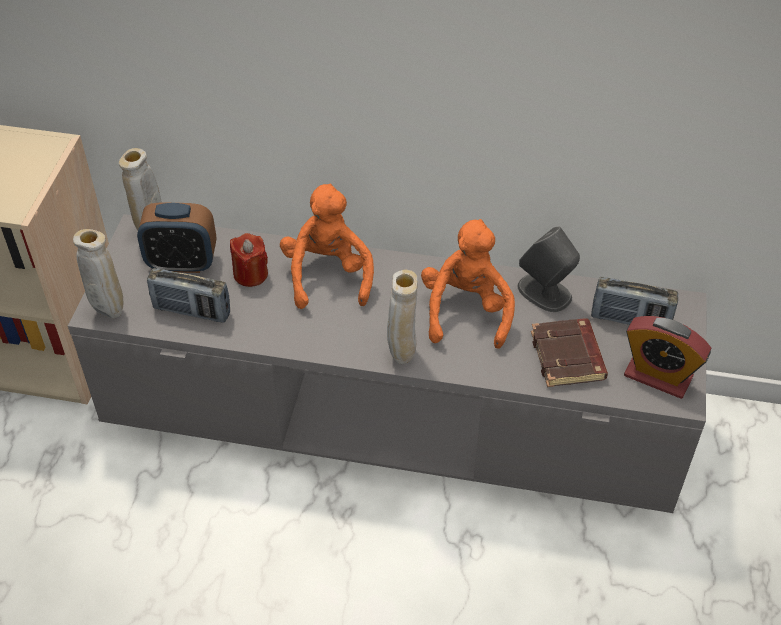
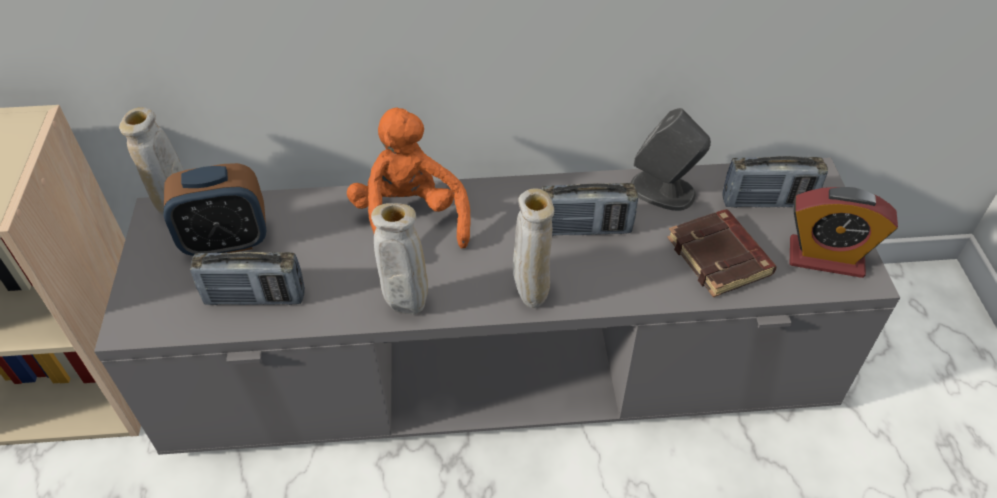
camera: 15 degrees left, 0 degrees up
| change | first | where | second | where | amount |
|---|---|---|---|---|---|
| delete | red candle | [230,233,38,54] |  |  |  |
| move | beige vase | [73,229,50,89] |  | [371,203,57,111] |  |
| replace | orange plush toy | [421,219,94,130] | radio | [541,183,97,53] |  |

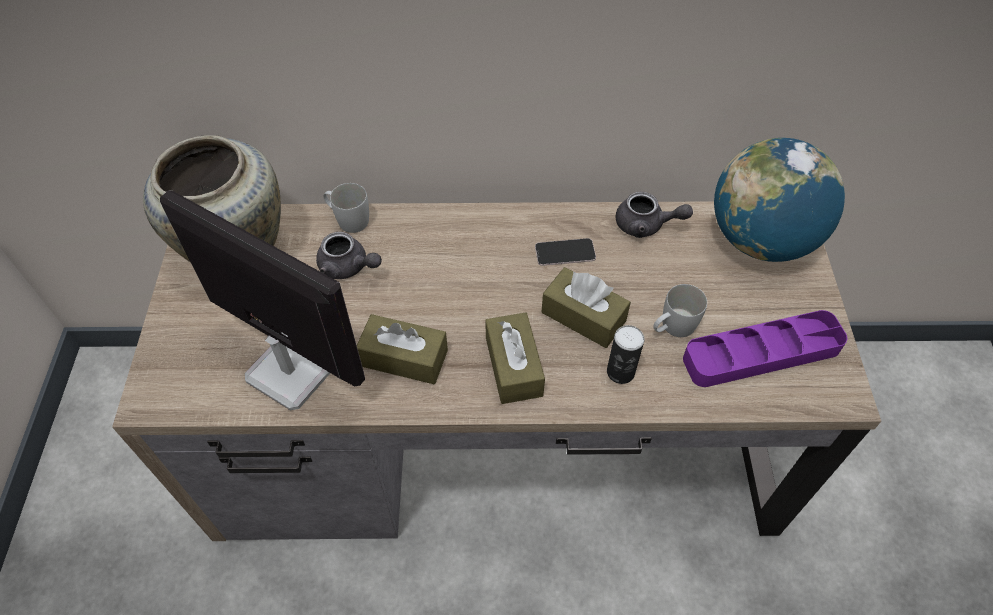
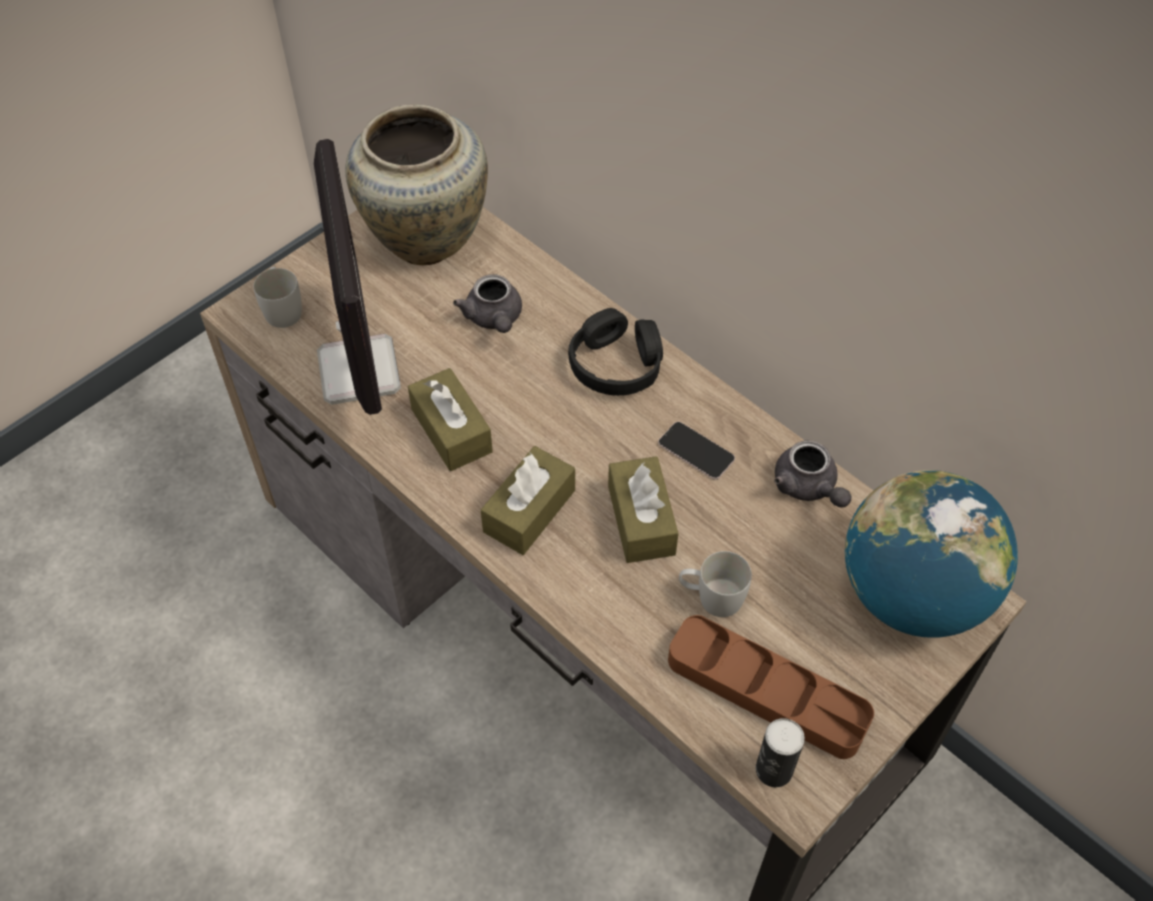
camera: 45 degrees right, 0 degrees up
| change | first | where | second | where | amount |
|---|---|---|---|---|---|
| insert |  |  | black headphones | [568,308,95,88] |  |
| move | white mug | [323,183,46,50] |  | [254,267,48,61] |  |
| move | can | [607,325,37,59] |  | [756,718,49,69] |  |
| recolor | purple tray | [683,310,164,77] | brown tray | [668,615,206,144] |  |

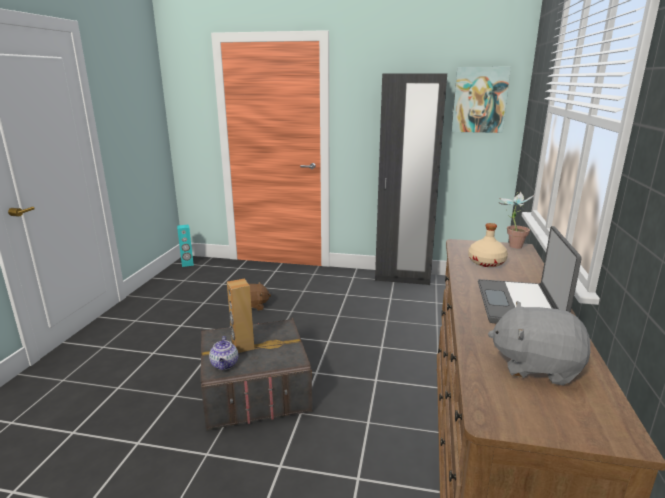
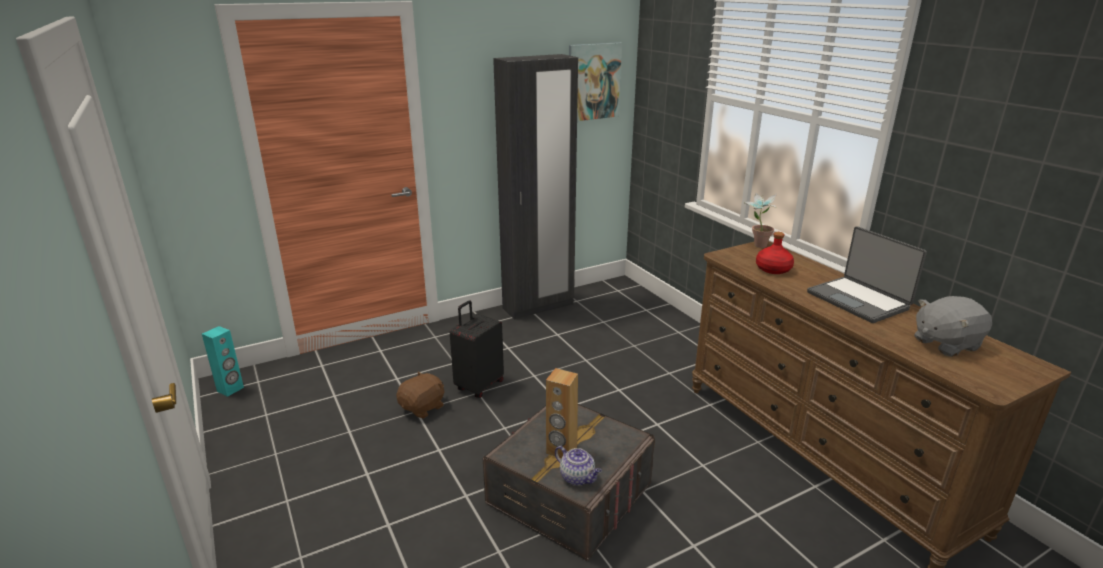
camera: 40 degrees left, 5 degrees up
| change | first | where | second | where | amount |
|---|---|---|---|---|---|
| insert |  |  | black suitcase | [450,301,54,97] |  |
| recolor | beige bottle | [468,223,40,44] | red bottle | [756,232,38,42] |  |

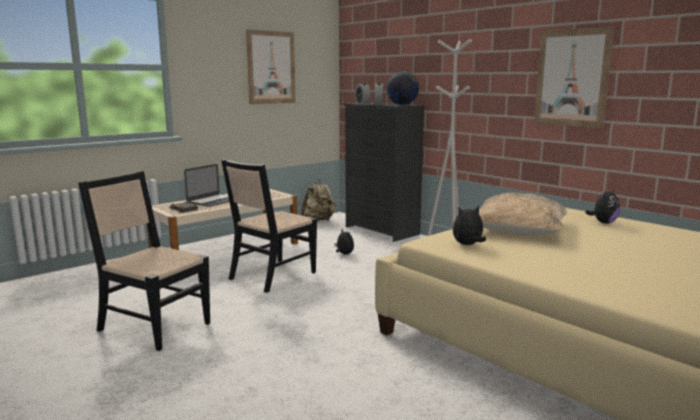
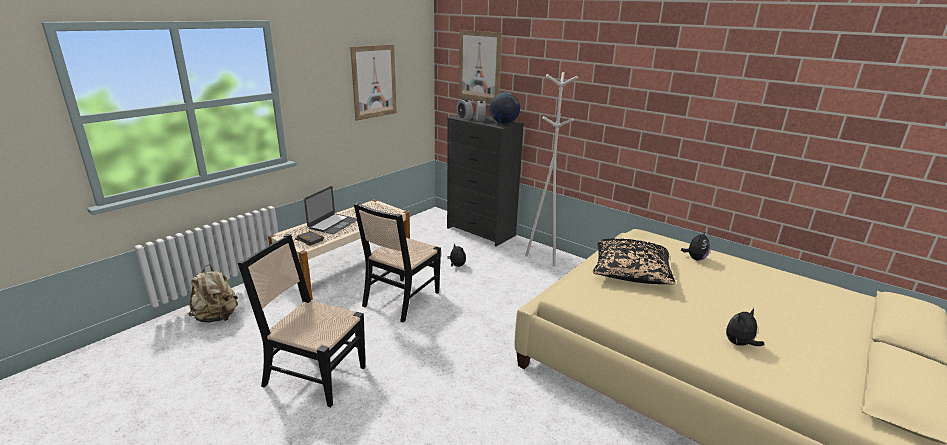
camera: 10 degrees left, 10 degrees up
| change | first | where | second | where | amount |
|---|---|---|---|---|---|
| move | beige backpack | [301,179,35,43] |  | [188,264,50,59] |  |
| move | plush toy | [453,205,33,40] |  | [726,308,38,38] |  |
| move | picture | [534,27,80,101] |  | [459,30,43,73] |  |
| recolor | beige pillow | [479,192,88,44] | black pillow | [593,238,83,46] |  |

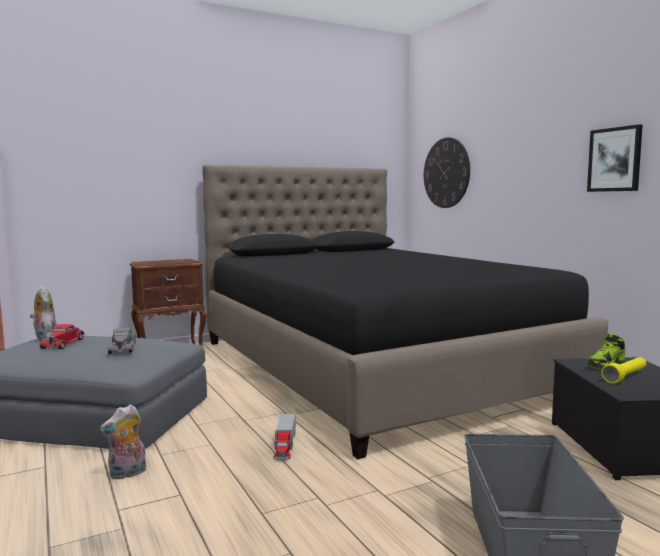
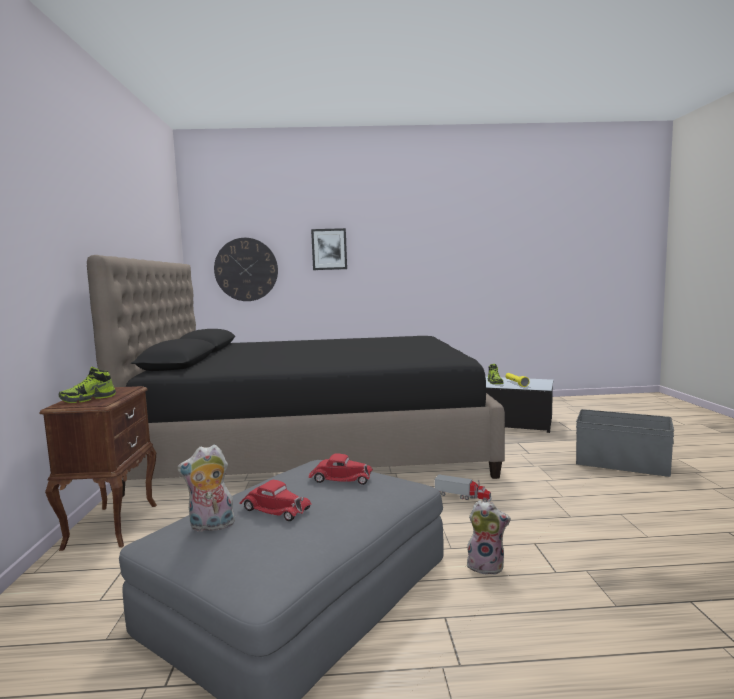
camera: 65 degrees left, 0 degrees up
| change | first | where | second | where | amount |
|---|---|---|---|---|---|
| insert |  |  | shoe | [59,367,57,36] |  |
| move | picture | [587,124,56,68] |  | [311,228,36,42] |  |
| recolor | grey toy car | [108,327,28,27] | red toy car | [308,454,65,31] |  |
| rotate | plush toy | [100,404,46,76] |  | [464,500,47,75] | 60 degrees counterclockwise |

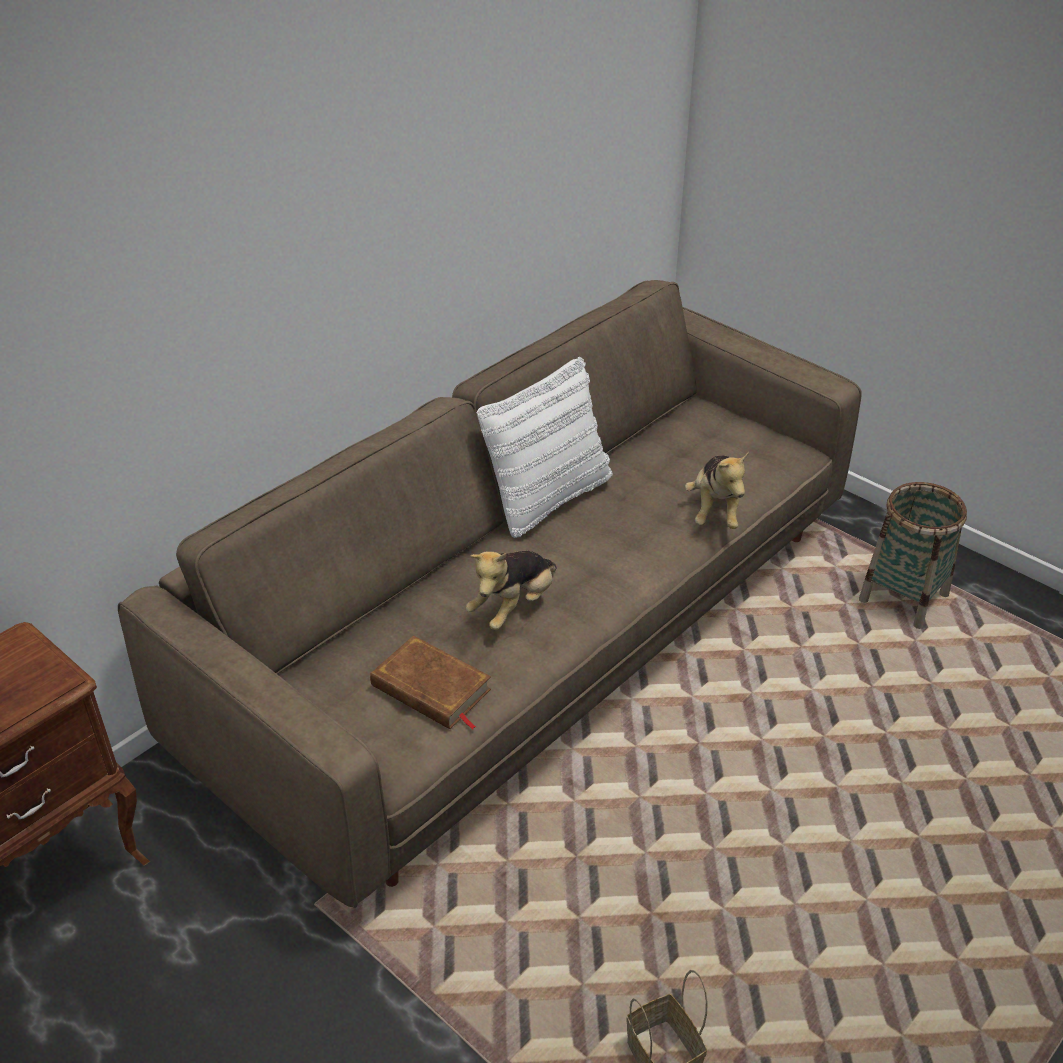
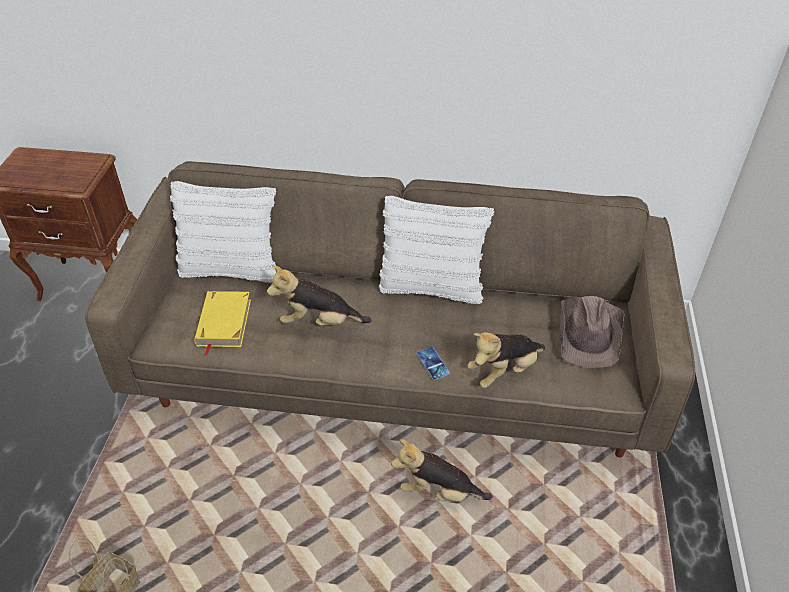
camera: 55 degrees right, 5 degrees up
| change | first | where | second | where | amount |
|---|---|---|---|---|---|
| delete | basket | [859,482,108,147] |  |  |  |
| insert |  |  | white pillow | [170,181,106,102] |  |
| insert |  |  | plush toy | [391,439,101,63] |  |
| insert |  |  | phone | [416,347,34,33] |  |
| insert |  |  | brown hat | [560,296,65,71] |  |
| recolor | brown book | [370,635,121,94] | yellow book | [194,291,57,65] |  |

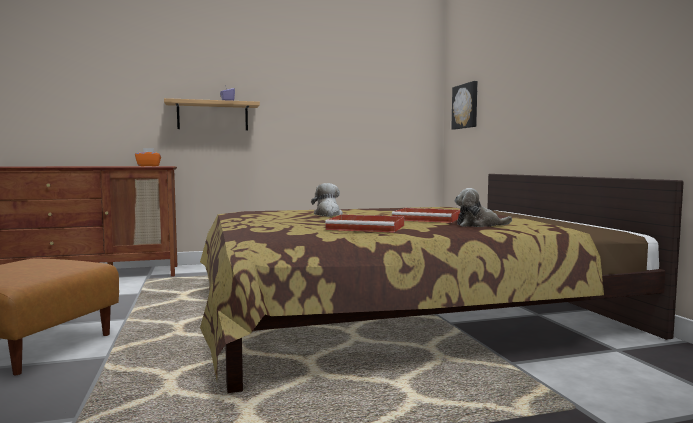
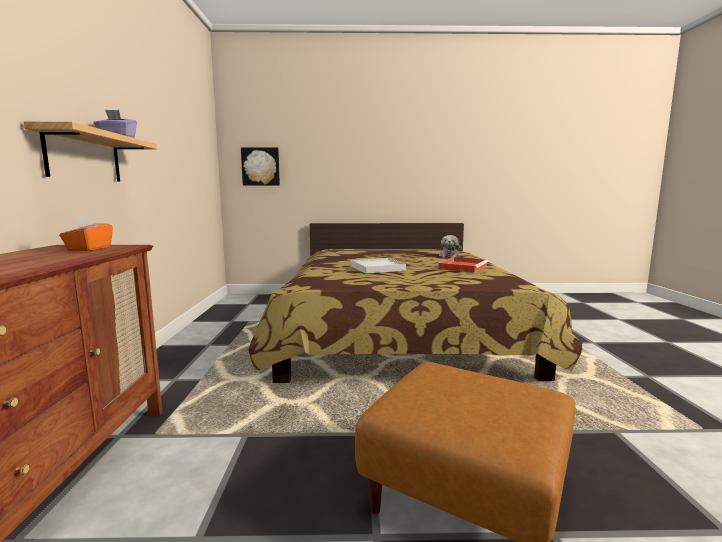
camera: 75 degrees left, 5 degrees up
| change | first | where | second | where | amount |
|---|---|---|---|---|---|
| delete | red tray | [392,208,69,15] |  |  |  |
| replace | plush toy | [311,183,32,34] | white tray | [351,258,55,16] |  |

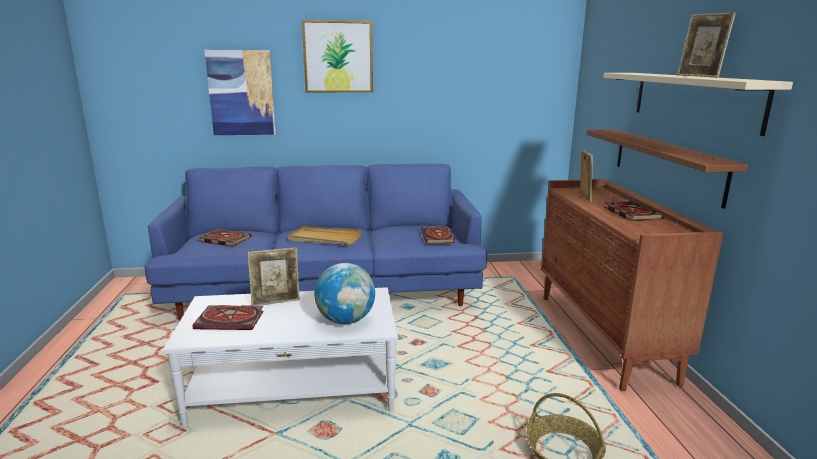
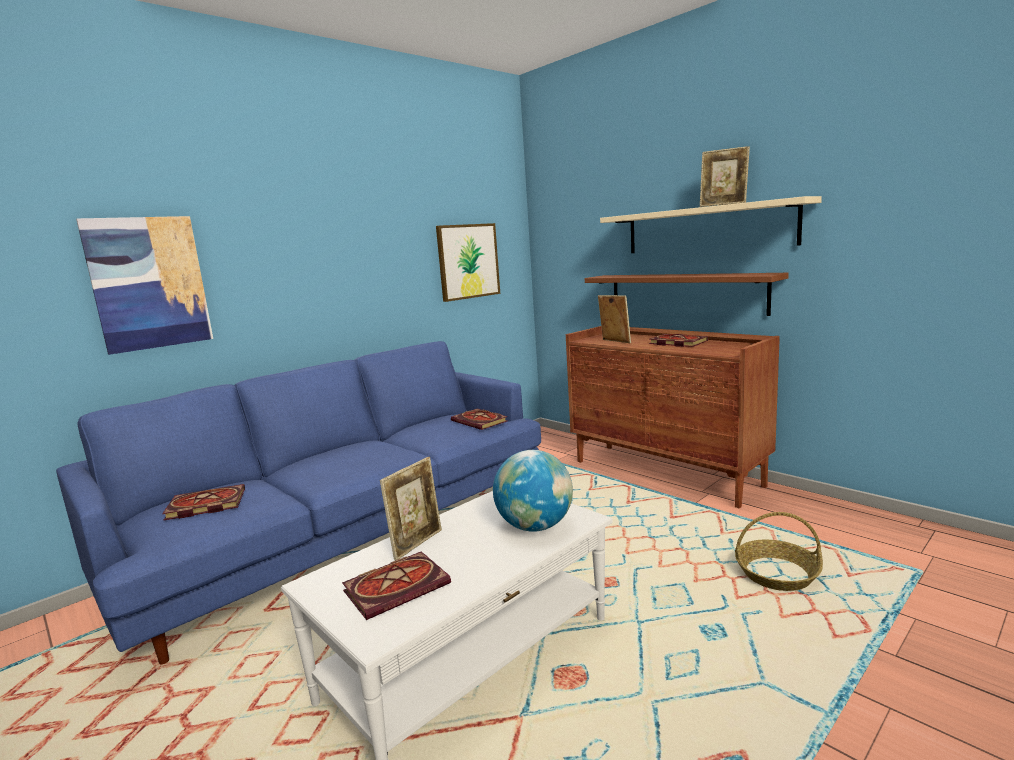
camera: 35 degrees left, 5 degrees down
| change | first | where | second | where | amount |
|---|---|---|---|---|---|
| delete | beige tray | [288,226,73,19] |  |  |  |
| move | picture | [302,20,71,72] |  | [436,223,64,79] |  |

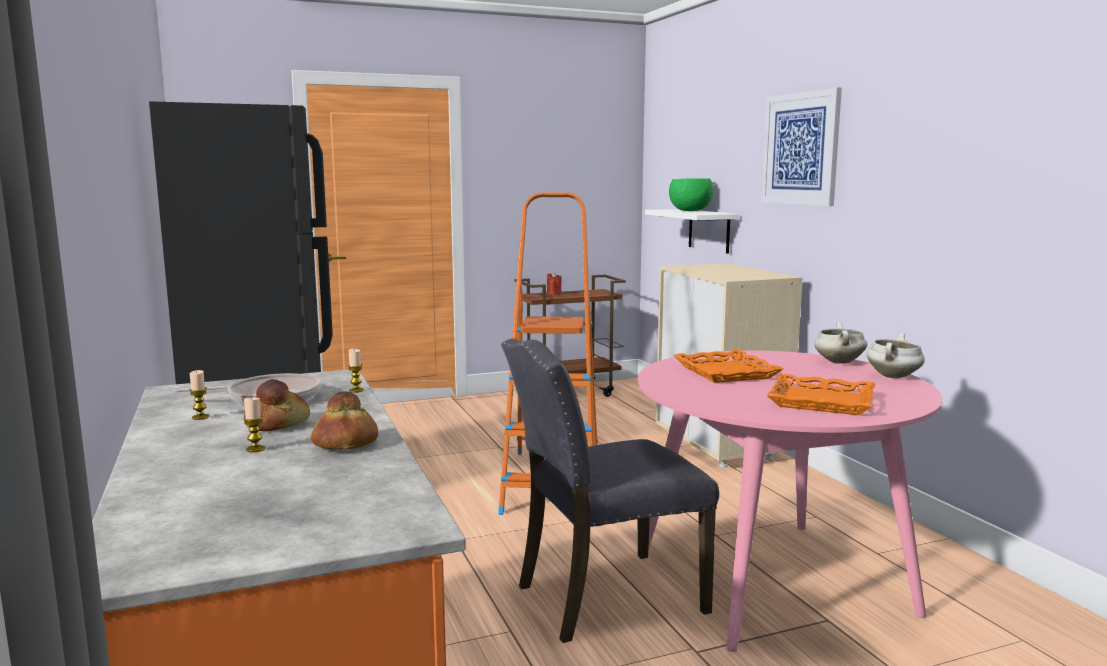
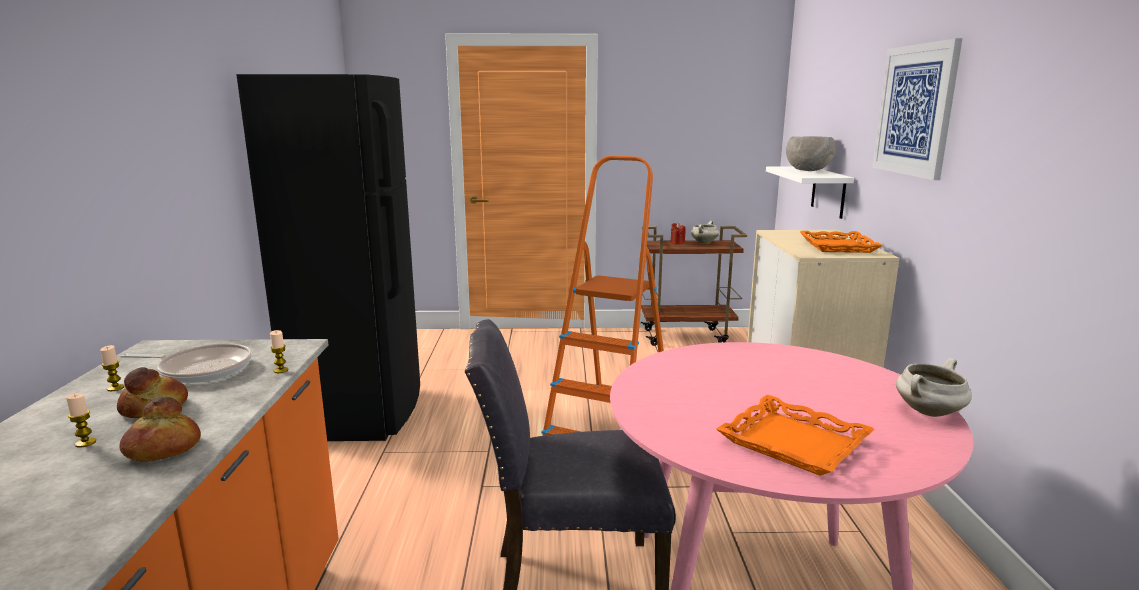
camera: 20 degrees right, 5 degrees up
| change | first | where | second | where | amount |
|---|---|---|---|---|---|
| move | orange tray | [674,349,109,34] |  | [800,231,82,22] |  |
| move | white cooking pot | [814,322,53,42] |  | [691,221,28,23] |  |
| recolor | green bowl | [669,178,45,33] | grey bowl | [786,136,50,35] |  |

